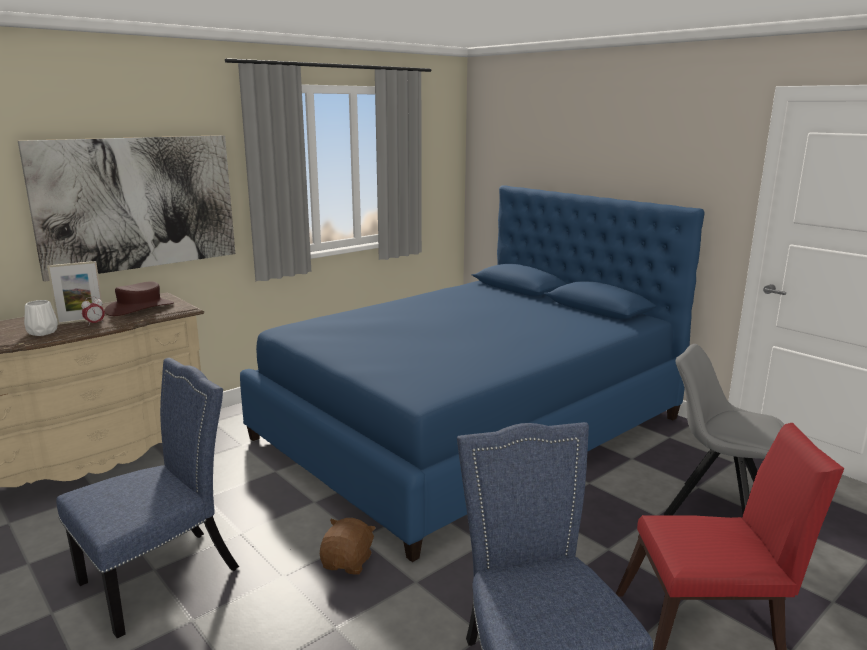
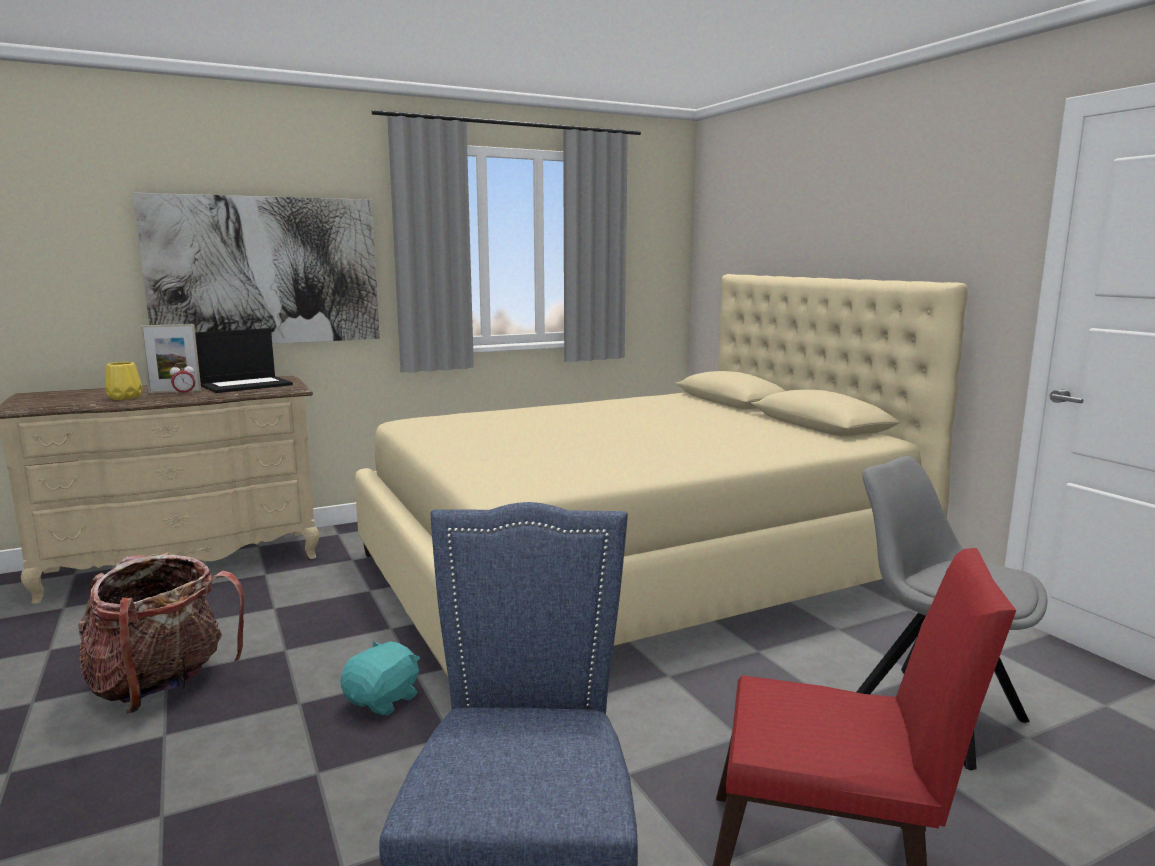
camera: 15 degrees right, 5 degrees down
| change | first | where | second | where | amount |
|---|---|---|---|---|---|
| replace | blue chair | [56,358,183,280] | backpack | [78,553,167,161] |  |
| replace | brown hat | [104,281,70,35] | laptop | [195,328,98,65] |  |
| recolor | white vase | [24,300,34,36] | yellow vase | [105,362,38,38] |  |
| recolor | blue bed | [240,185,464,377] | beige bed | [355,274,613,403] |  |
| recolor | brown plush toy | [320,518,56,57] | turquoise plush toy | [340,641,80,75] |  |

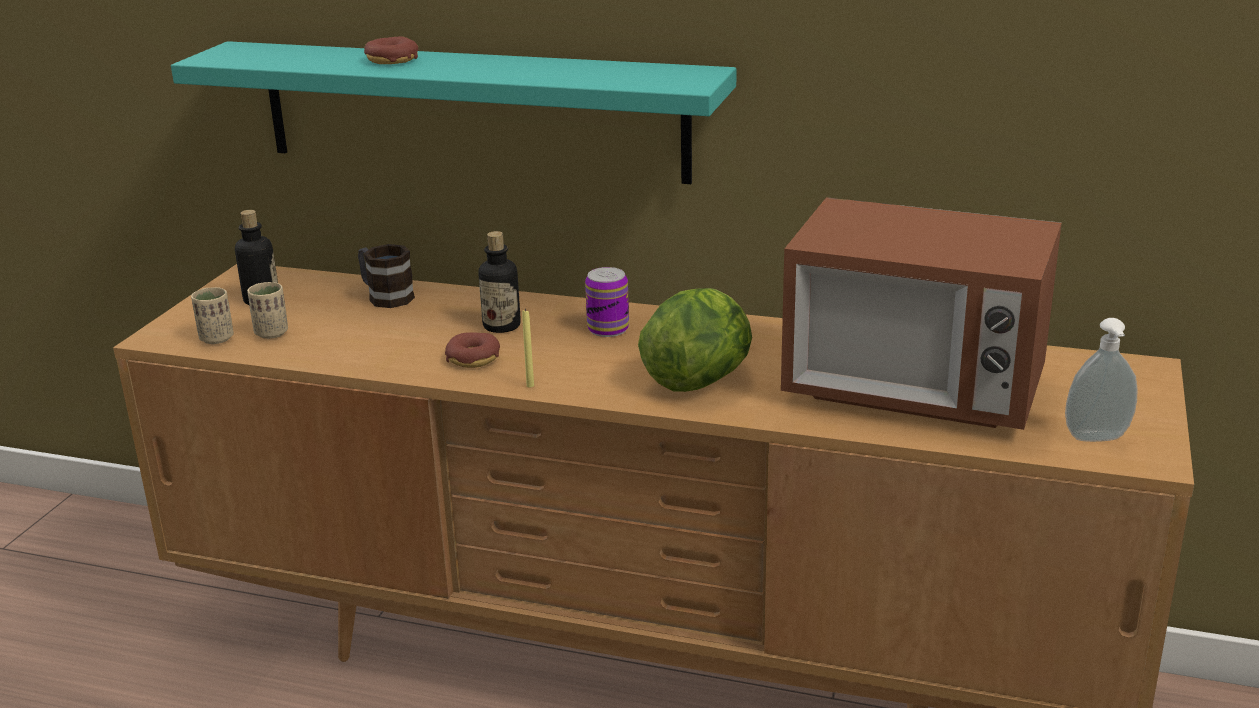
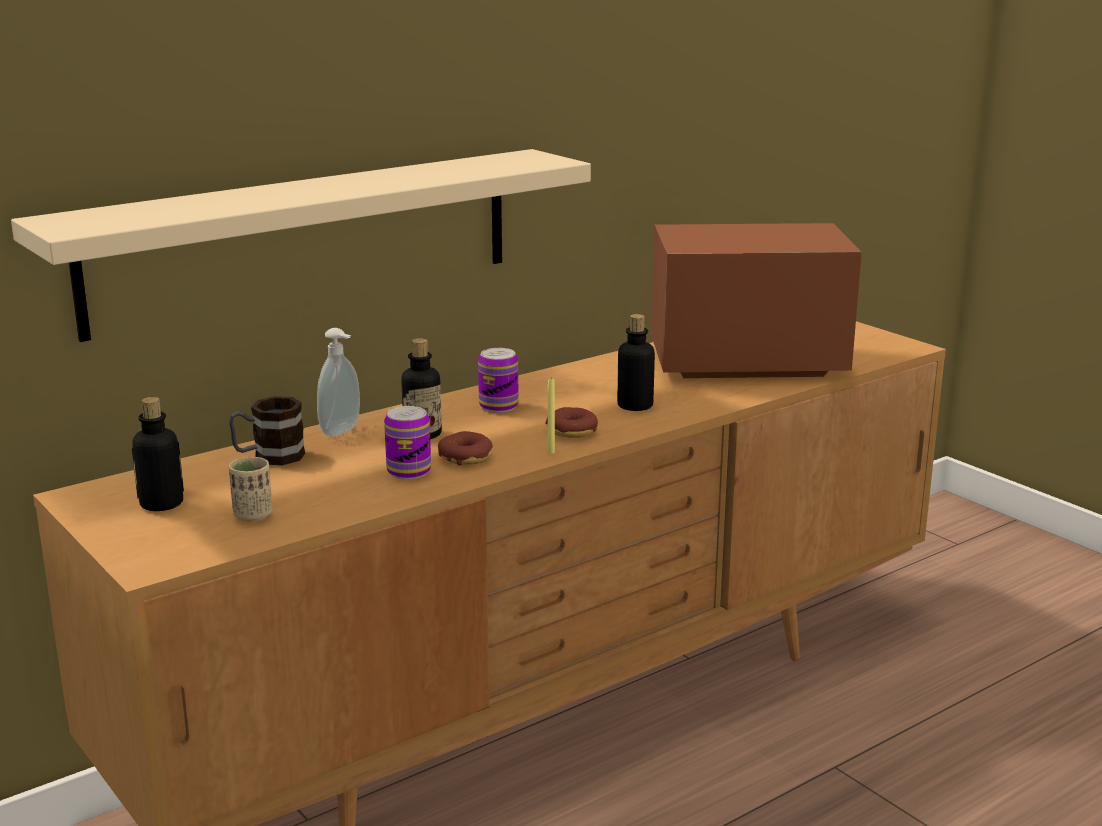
camera: 55 degrees left, 5 degrees down
| change | first | where | second | where | amount |
|---|---|---|---|---|---|
| delete | beige cup | [191,287,43,57] |  |  |  |
| insert |  |  | can | [384,406,47,73] |  |
| move | donut | [364,37,54,27] |  | [545,407,53,31] |  |
| move | soap dispenser | [1065,318,73,124] |  | [317,328,43,109] |  |
| replace | lettuce | [638,288,114,104] | bottle | [617,314,38,97] |  |
| recolor | turquoise shelf | [171,41,565,143] | beige shelf | [11,149,580,193] |  |
| rotate | microwave | [781,197,281,233] |  | [651,223,211,155] | 150 degrees counterclockwise |

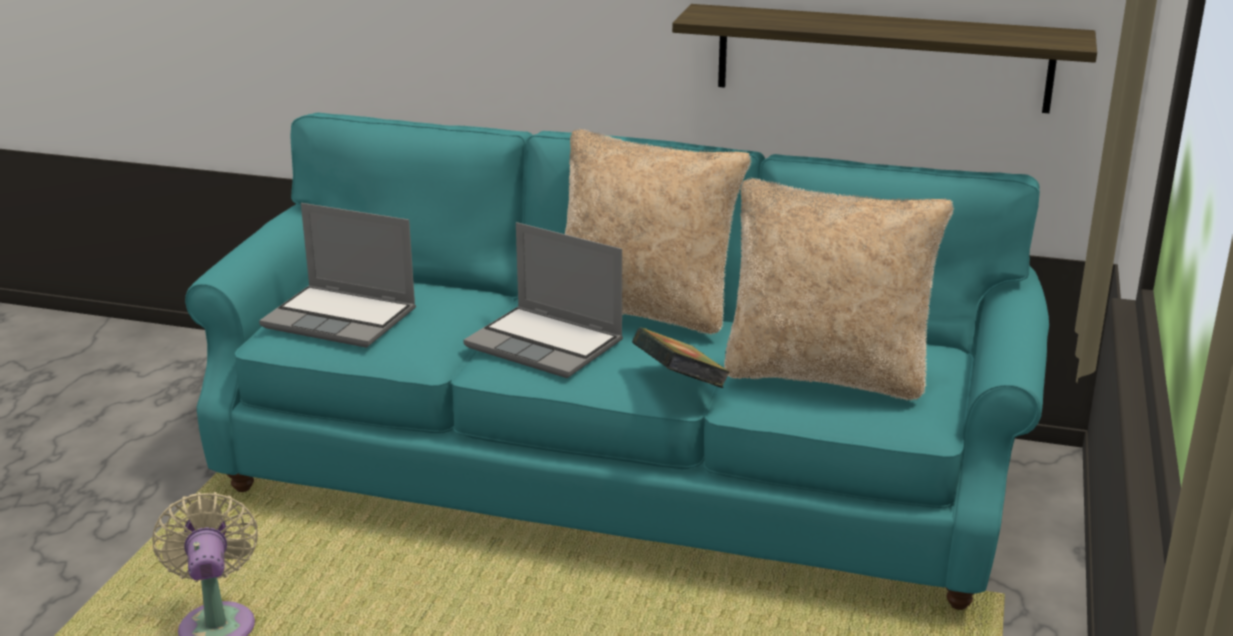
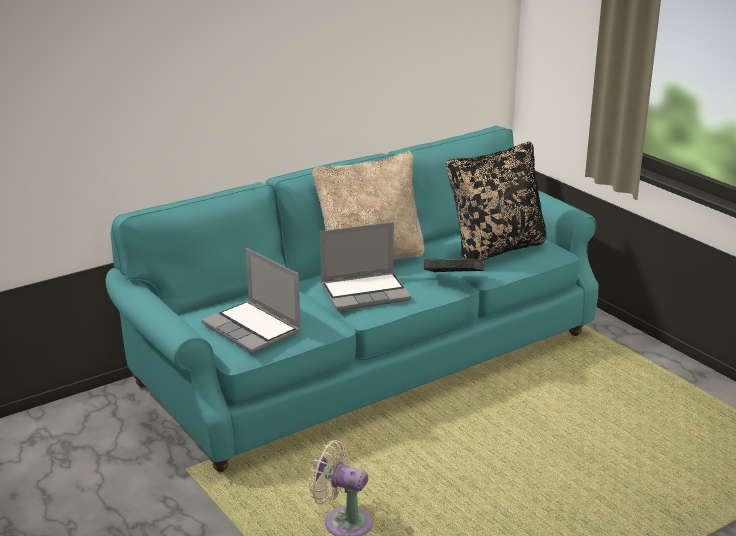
camera: 50 degrees left, 0 degrees up
| change | first | where | second | where | amount |
|---|---|---|---|---|---|
| delete | shelf | [672,4,425,109] |  |  |  |
| recolor | beige pillow | [724,177,230,224] | black pillow | [446,141,100,120] |  |
| rotate | laptop | [259,203,157,145] |  | [201,248,100,105] | 75 degrees clockwise |

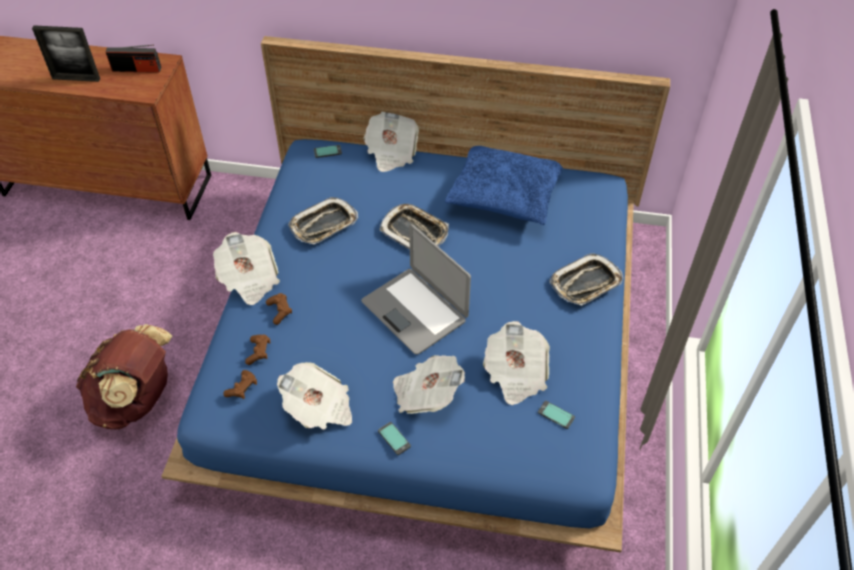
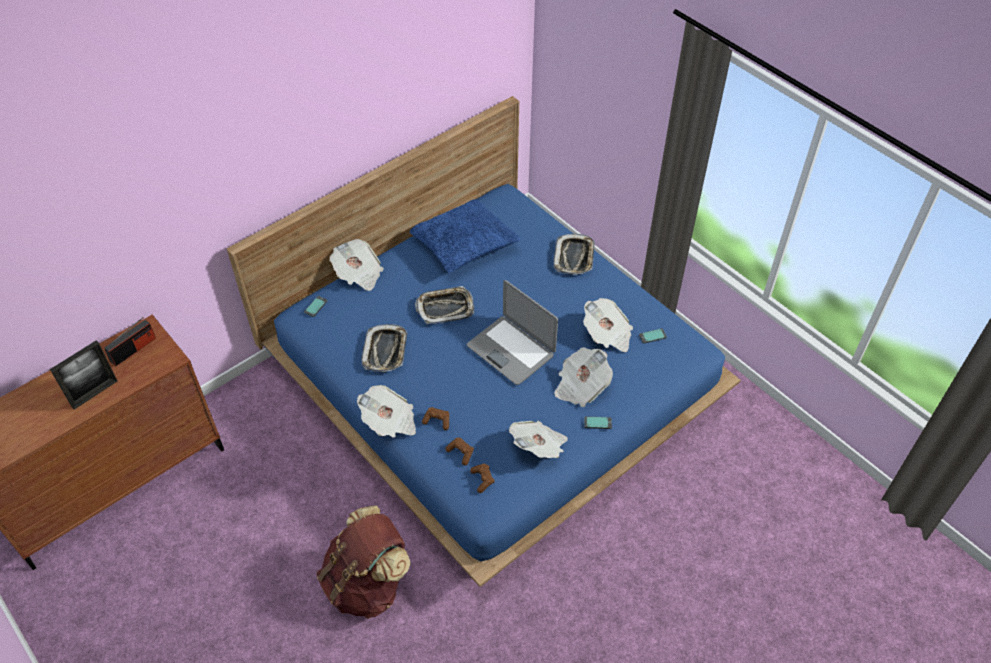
camera: 50 degrees left, 0 degrees up
| change | first | where | second | where | amount |
|---|---|---|---|---|---|
| rotate | laptop | [361,224,110,131] |  | [467,280,91,105] | 45 degrees clockwise |

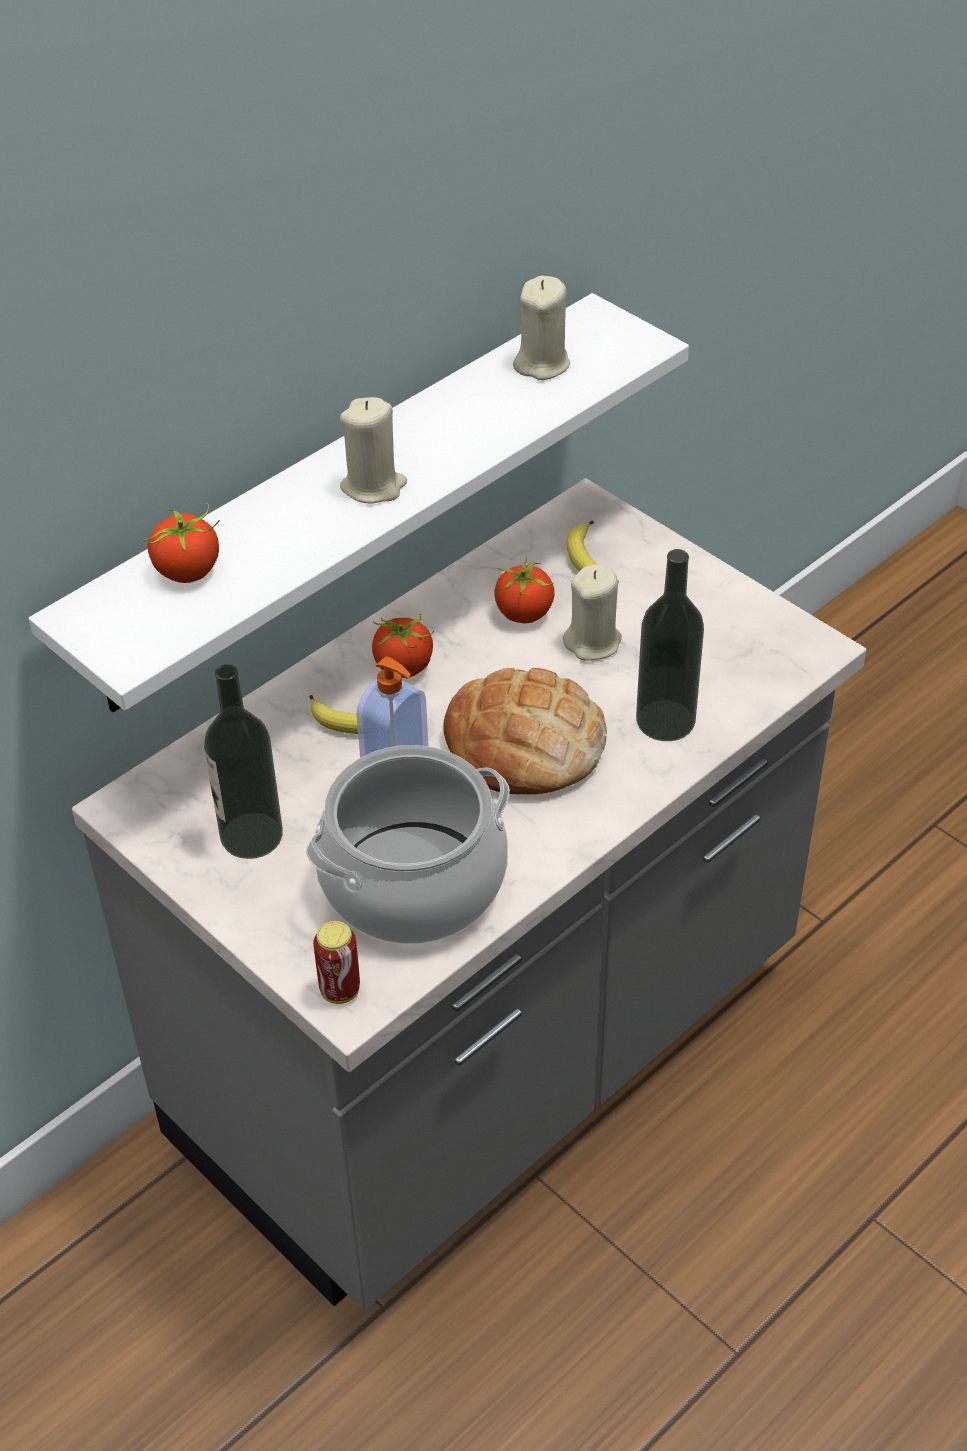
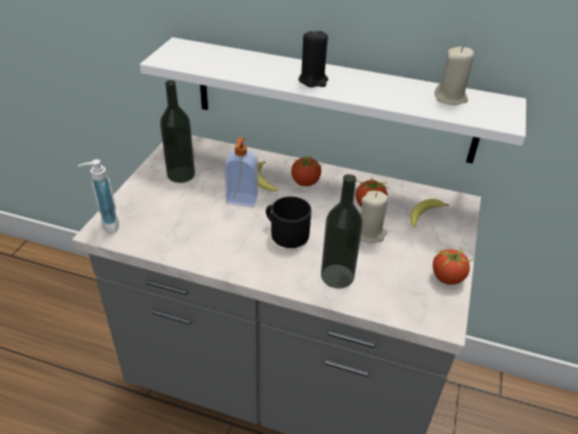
camera: 60 degrees right, 5 degrees down
| change | first | where | second | where | amount |
|---|---|---|---|---|---|
| delete | cooking pot | [306,745,204,199] |  |  |  |
| move | tomato | [143,504,77,79] |  | [433,247,42,38] |  |
| replace | can | [313,921,47,83] | soap dispenser | [78,159,41,75] |  |
| replace | bread | [443,668,164,127] | black mug | [266,197,45,51] |  |
| recolor | beige candle | [340,397,67,107] | black candle | [298,29,30,58] |  |

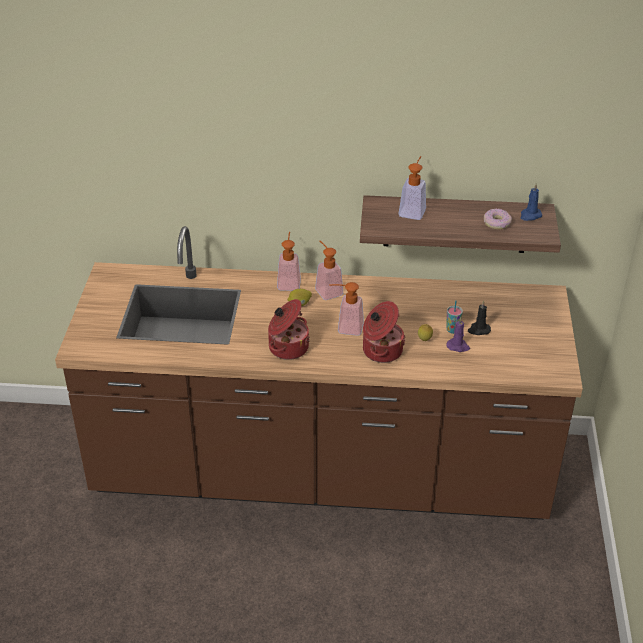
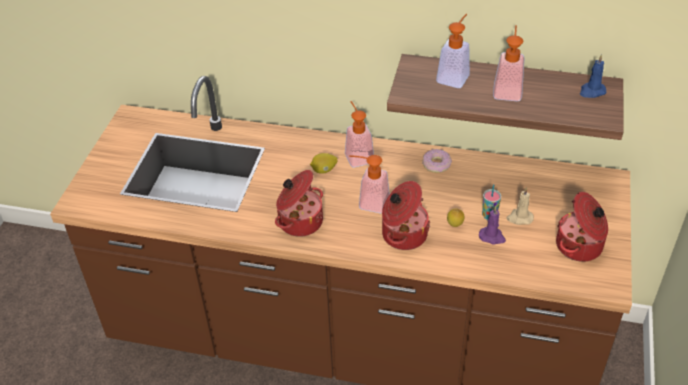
camera: 10 degrees right, 5 degrees up
| change | first | where | second | where | amount |
|---|---|---|---|---|---|
| insert |  |  | cooking pot | [556,192,52,70] |  |
| move | soap dispenser | [277,232,24,59] |  | [493,25,31,76] |  |
| move | donut | [484,209,28,21] |  | [422,149,30,24] |  |
| recolor | black candle | [468,301,23,34] | beige candle | [507,187,27,38] |  |

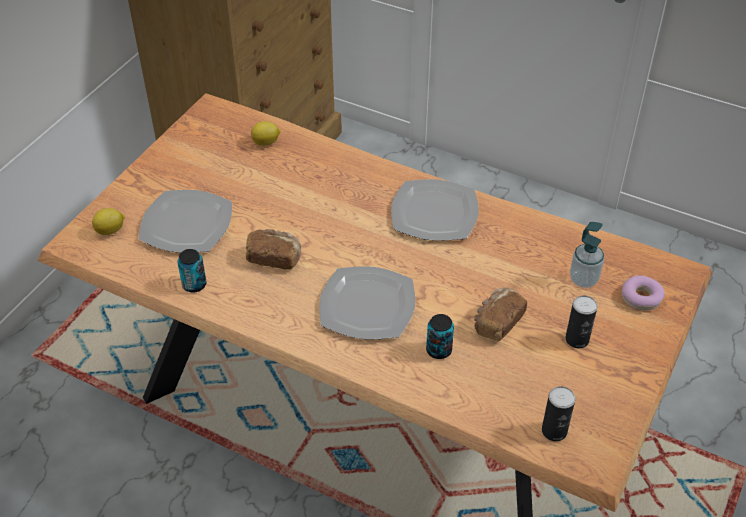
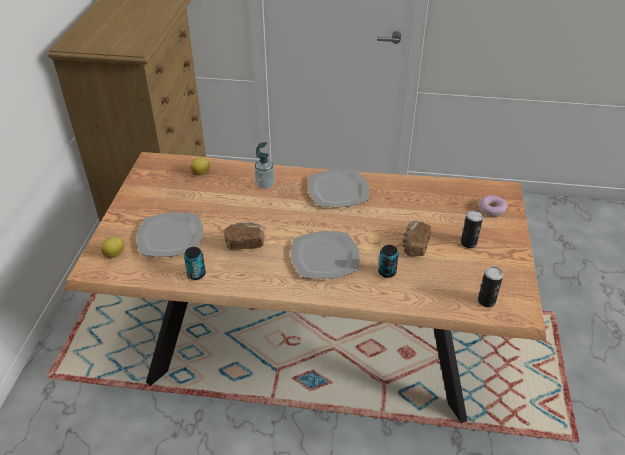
camera: 20 degrees left, 5 degrees down
| change | first | where | second | where | amount |
|---|---|---|---|---|---|
| move | soap dispenser | [570,222,34,66] |  | [254,142,21,47] |  |

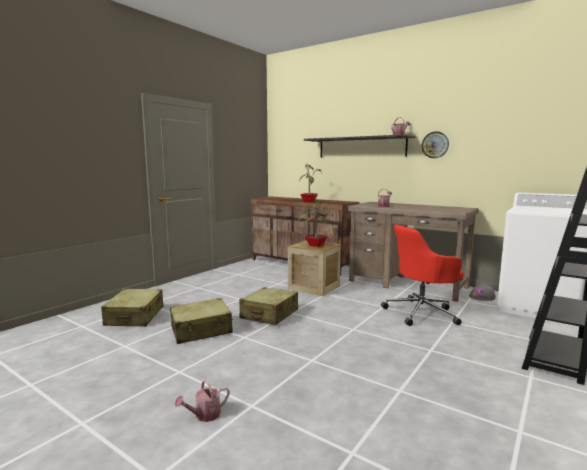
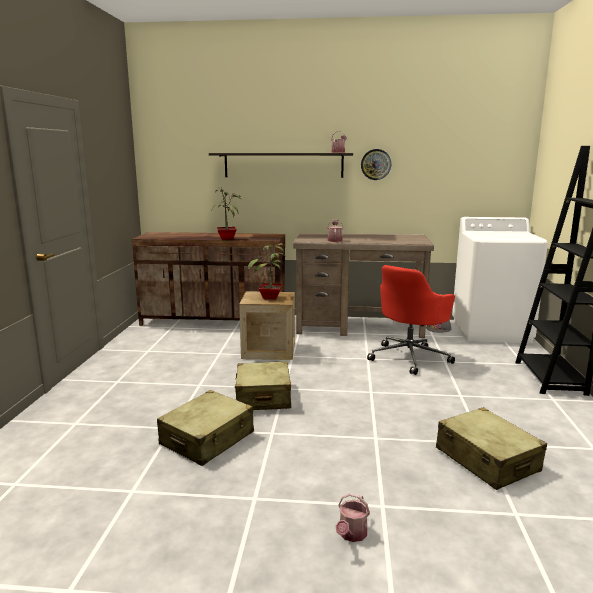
camera: 30 degrees left, 5 degrees up
| change | first | where | second | where | amount |
|---|---|---|---|---|---|
| move | beige suitcase | [101,289,62,38] |  | [436,407,111,83] |  |

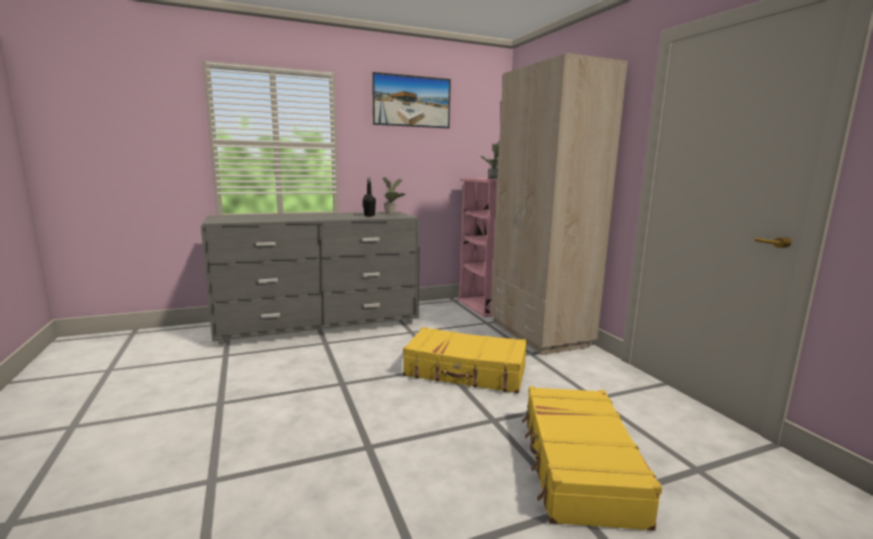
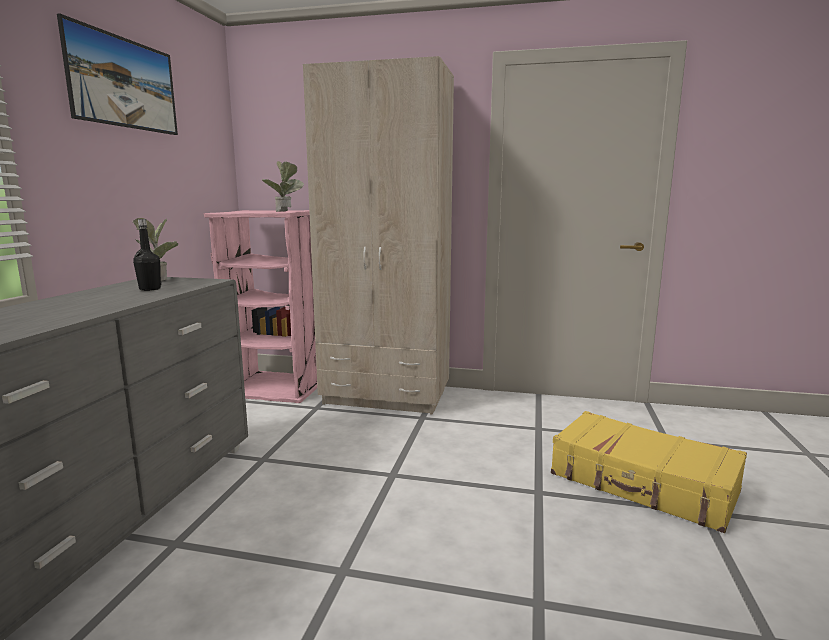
camera: 55 degrees left, 0 degrees up
| change | first | where | second | where | amount |
|---|---|---|---|---|---|
| delete | yellow suitcase | [403,327,124,66] |  |  |  |

